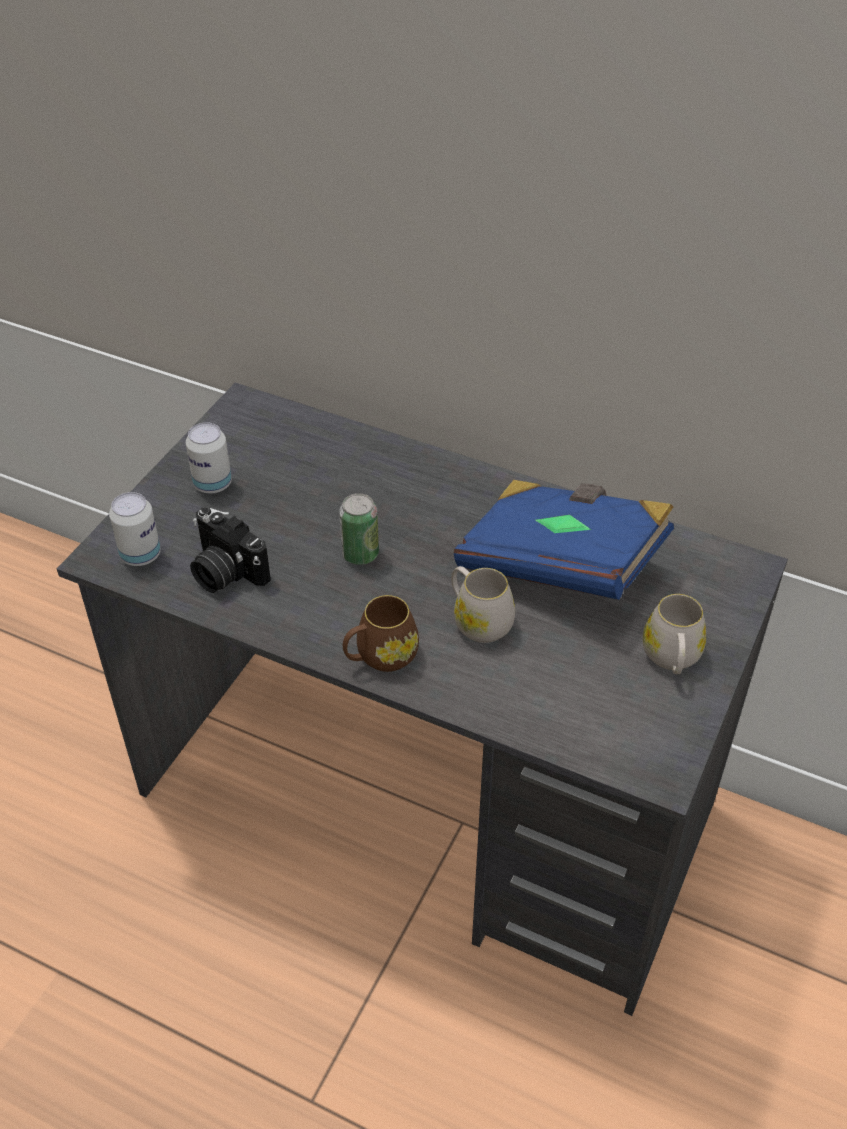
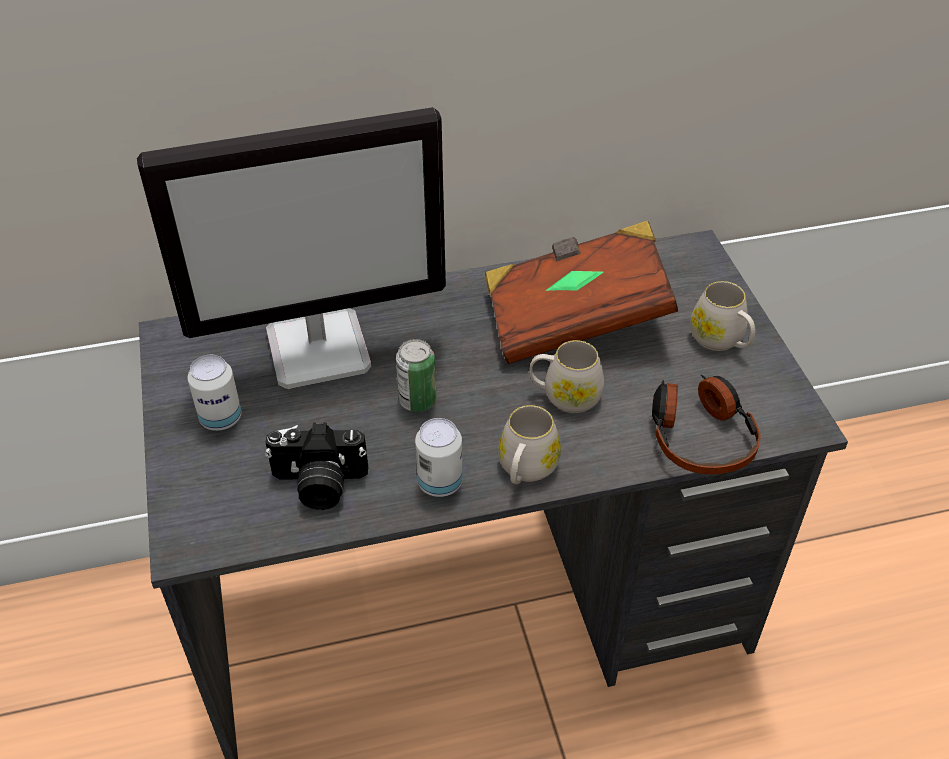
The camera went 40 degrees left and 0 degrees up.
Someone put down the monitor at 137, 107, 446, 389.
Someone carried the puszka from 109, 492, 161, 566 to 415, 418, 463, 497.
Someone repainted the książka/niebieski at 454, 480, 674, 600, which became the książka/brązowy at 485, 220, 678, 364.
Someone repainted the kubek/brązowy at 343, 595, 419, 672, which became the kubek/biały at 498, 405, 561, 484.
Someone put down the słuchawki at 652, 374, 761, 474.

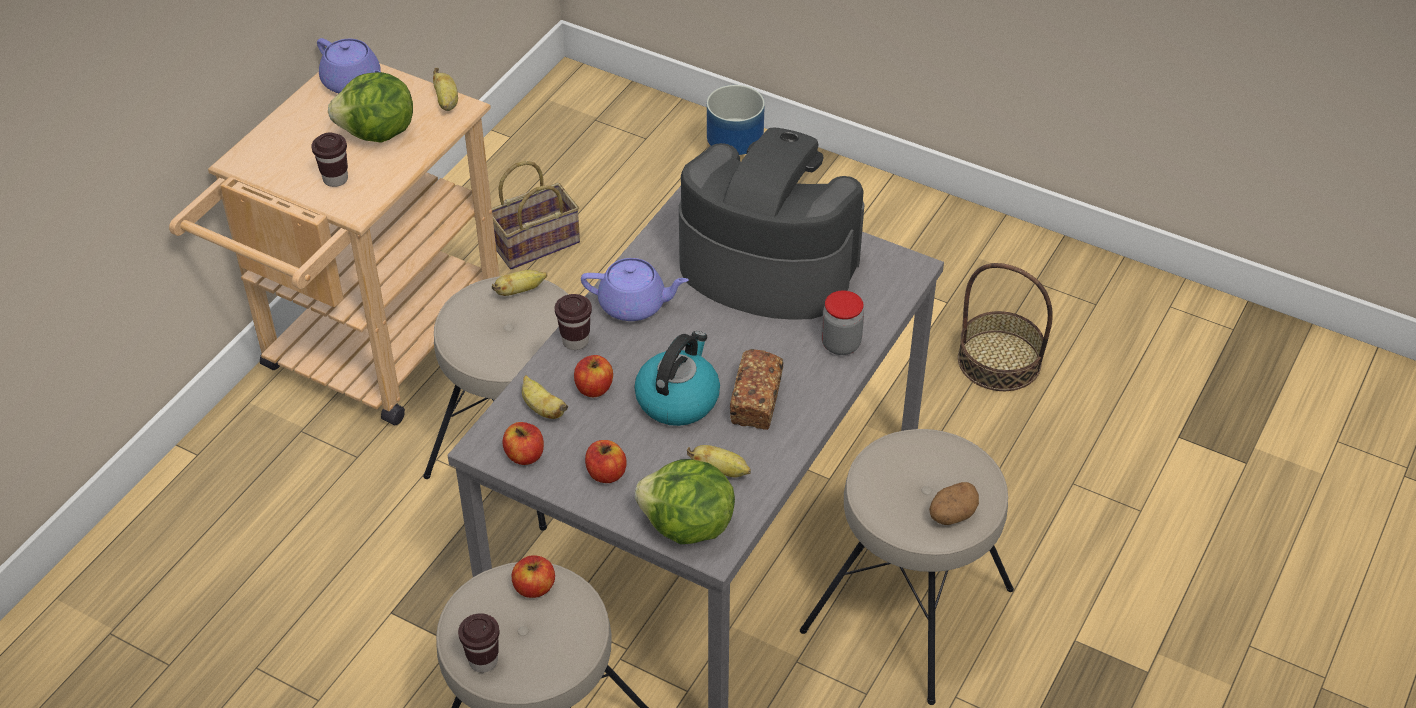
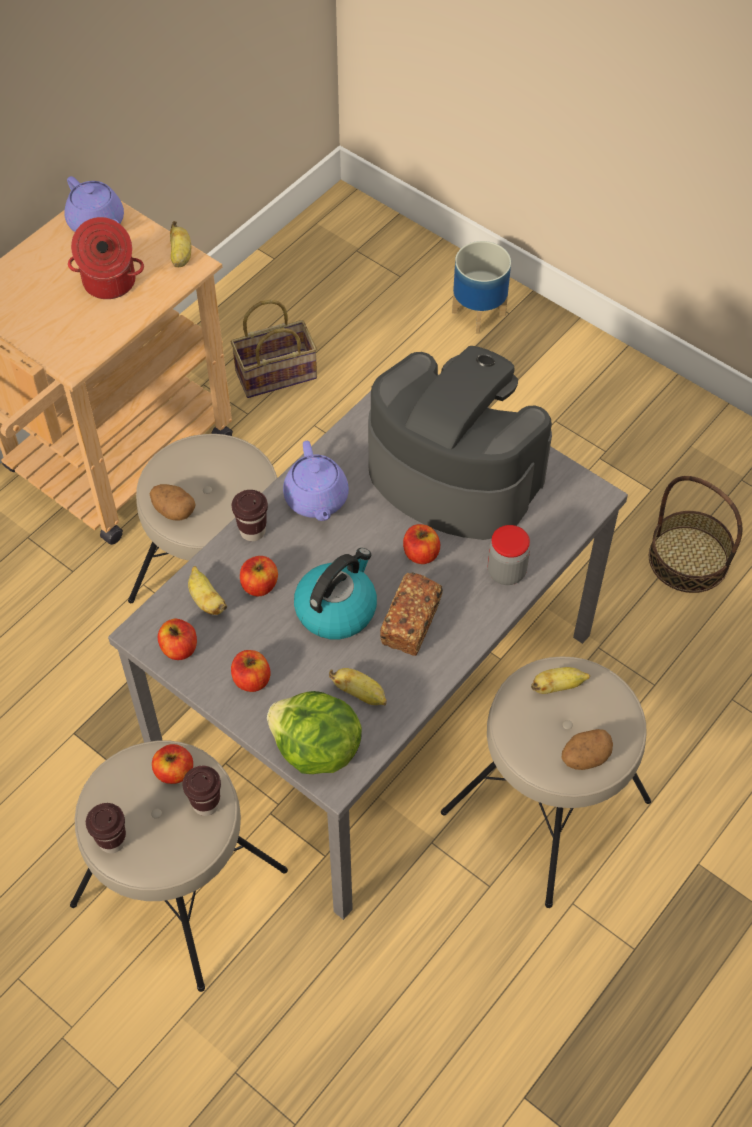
The camera went 10 degrees right and 10 degrees up.
Someone swapped the sałata at 328, 72, 413, 143 for the garnek at 68, 217, 144, 299.
Someone put down the ziemniak at 150, 484, 195, 521.
Someone carried the filiżanka/brązowy from 311, 133, 348, 187 to 182, 766, 221, 816.
Someone rotated the imbryk/fioletowy at 581, 258, 689, 321 by 60 degrees clockwise.
Someone put down the jabłko at 403, 524, 440, 564.
Someone carried the banan from 492, 270, 547, 296 to 531, 667, 590, 694.

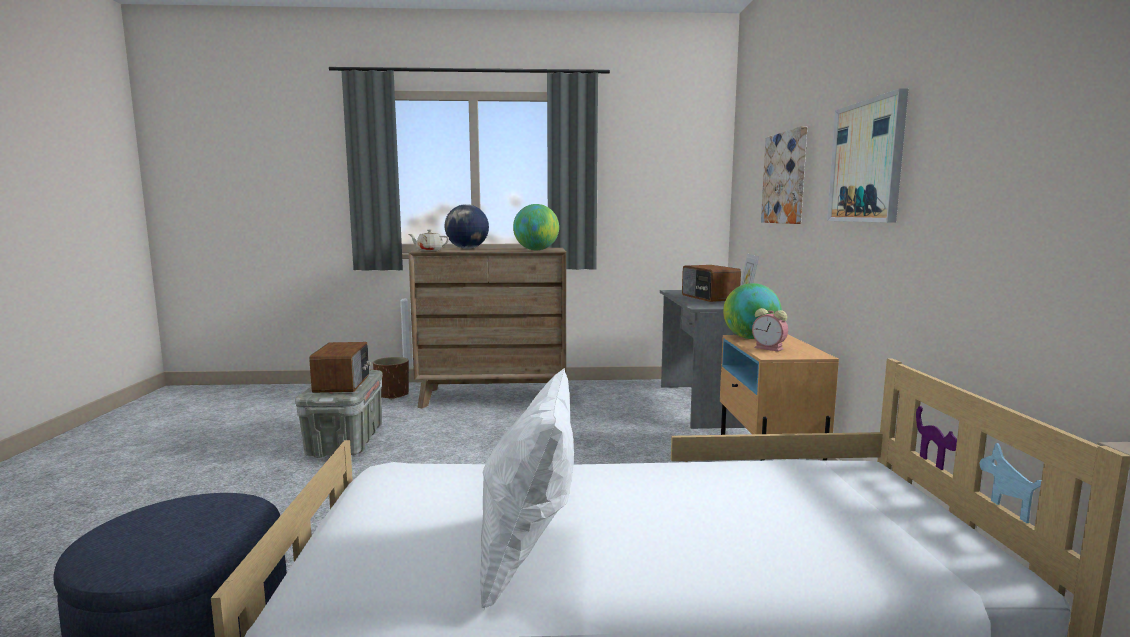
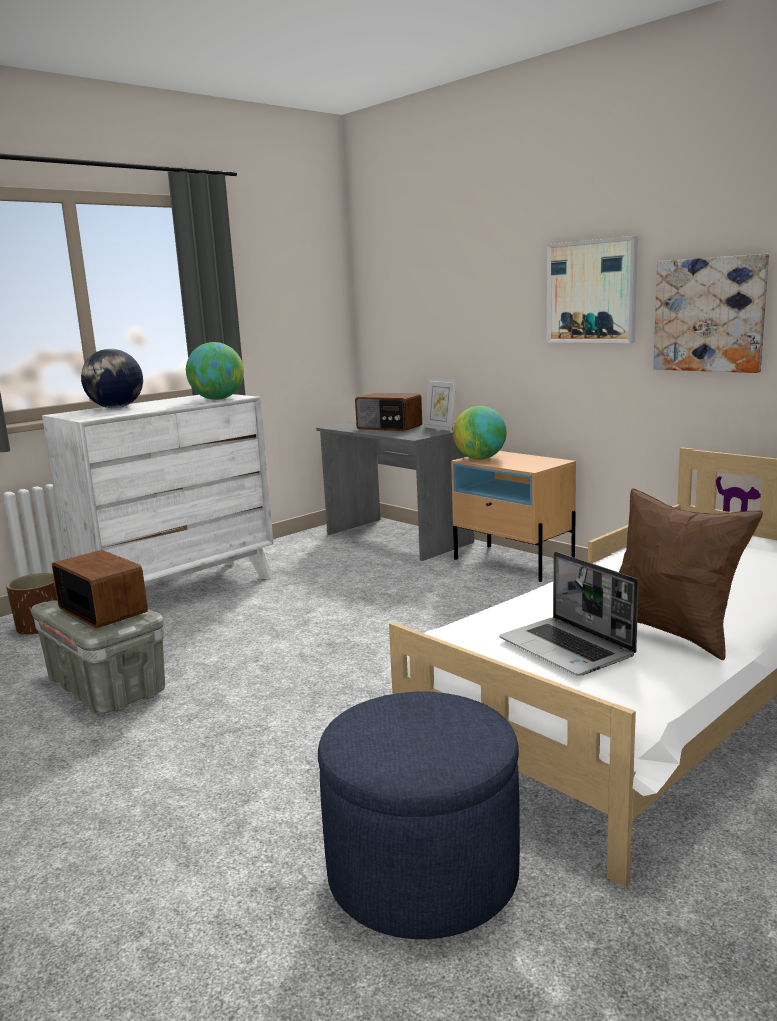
The camera went 40 degrees left and 5 degrees up.
Someone repainted the komoda/brązowy at 408, 248, 566, 409, which became the komoda/biały at 42, 394, 274, 587.
Someone put down the laptop at 499, 552, 639, 676.
Someone repainted the poduszka/biały at 480, 367, 574, 609, which became the poduszka/brązowy at 619, 489, 763, 660.
Someone carried the obraz from 761, 126, 807, 224 to 653, 254, 769, 373.
Someone took away the imbryk/beżowy at 409, 229, 449, 251.
Someone took away the budzik at 752, 308, 788, 351.

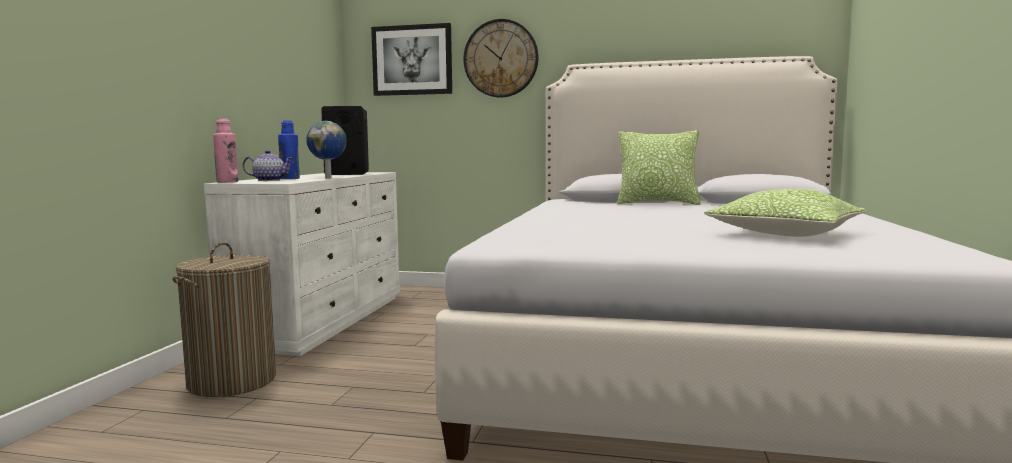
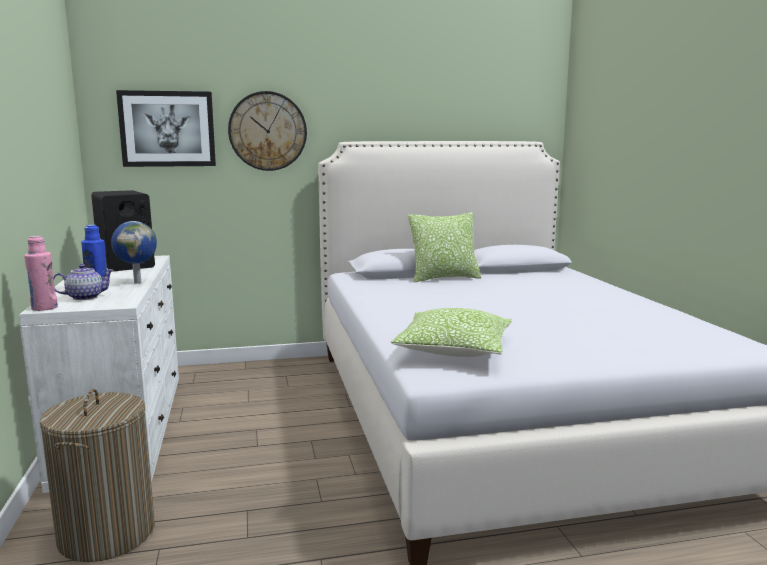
The camera went 25 degrees left and 5 degrees up.
Someone carried the poduszka from 704, 189, 866, 237 to 391, 308, 512, 357.

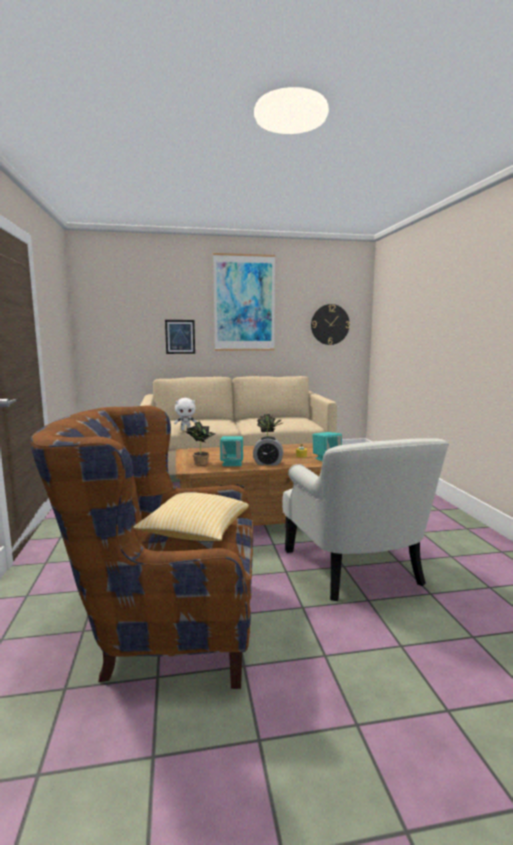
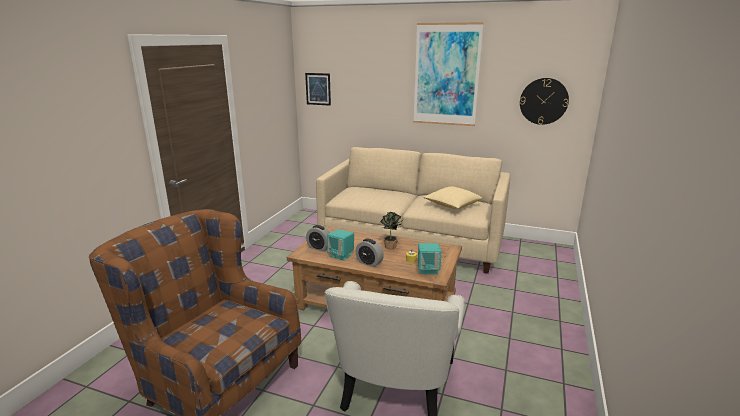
The camera went 30 degrees right and 10 degrees up.
Someone carried the obraz from 165, 320, 195, 354 to 305, 73, 331, 106.
Someone swapped the roślina doniczkowa at 185, 421, 215, 465 for the budzik at 306, 225, 330, 252.
Someone carried the poduszka from 133, 492, 249, 541 to 423, 187, 482, 209.
Someone took away the pluszak/biały at 174, 398, 197, 431.

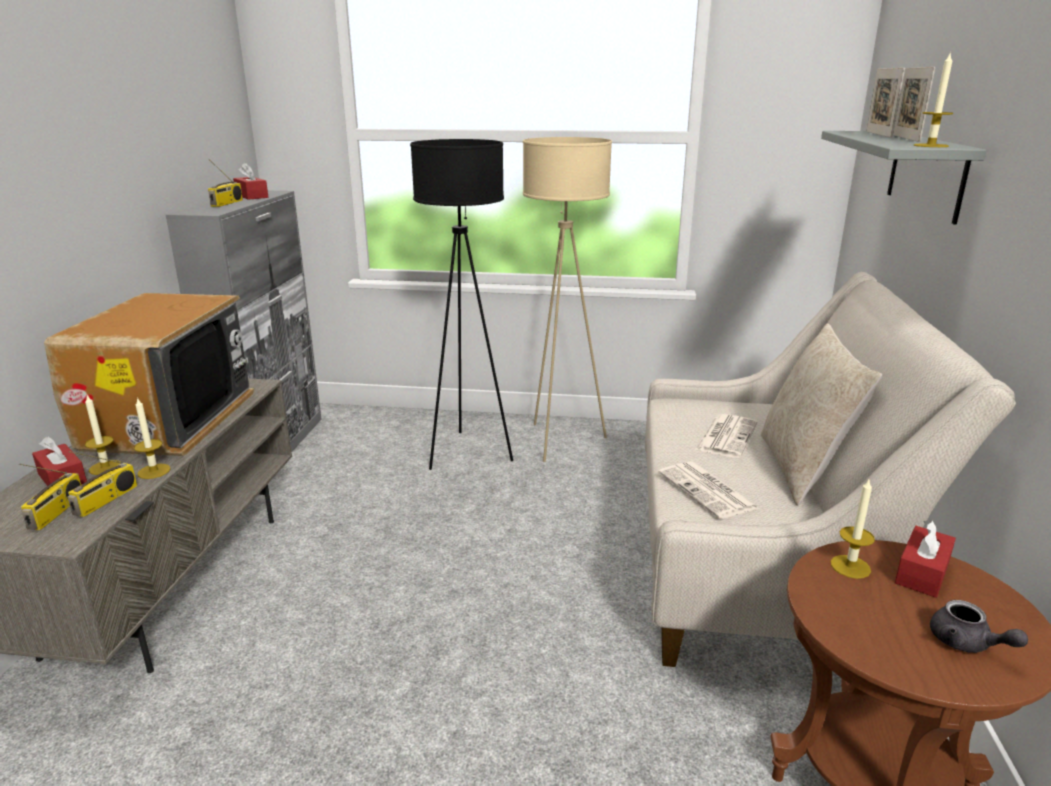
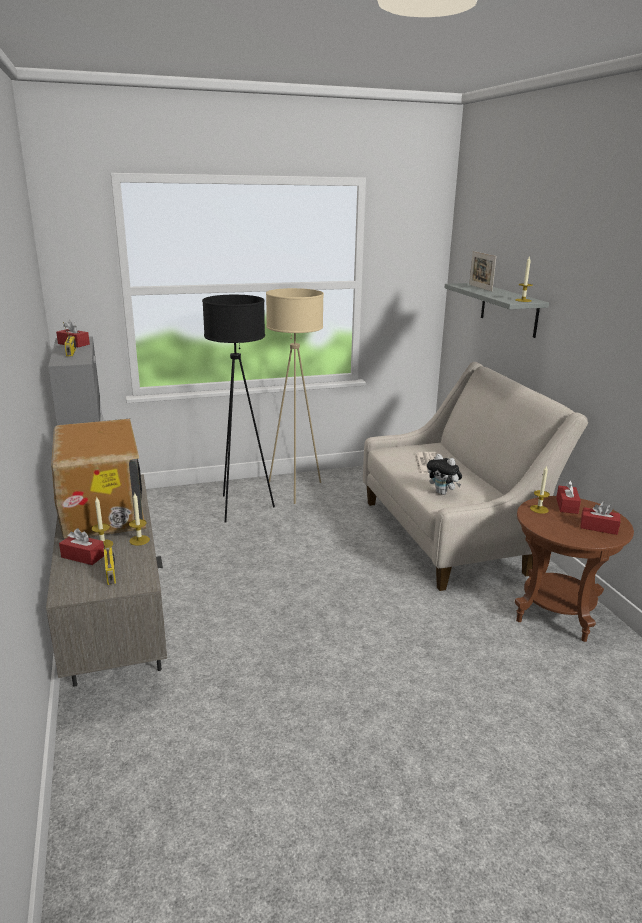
The camera went 25 degrees left and 0 degrees up.
Someone swapped the gazeta at 659, 462, 759, 519 for the pluszak at 427, 454, 462, 495.
Someone swapped the imbryk/szary at 930, 600, 1028, 653 for the pudełko chusteczek/czerwony at 580, 501, 621, 535.
Someone took away the radio at 67, 451, 137, 517.
Someone took away the poduszka/beżowy at 761, 323, 882, 506.
Someone took away the ramka na zdjęcie at 893, 67, 935, 142.

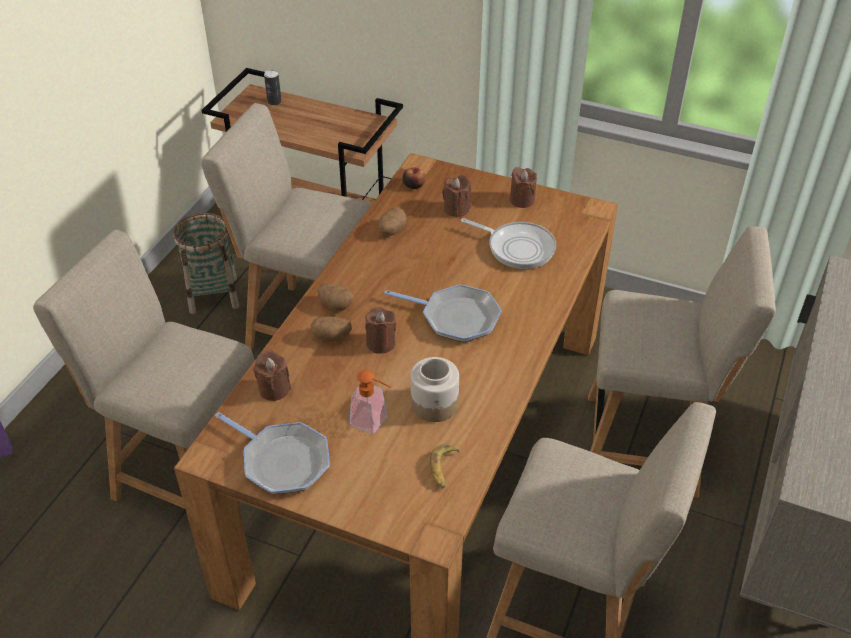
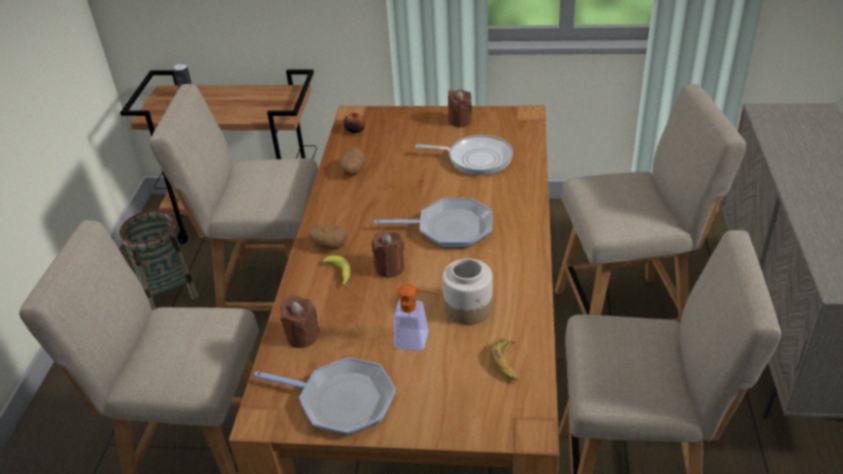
The camera went 15 degrees left and 5 degrees down.
Someone swapped the ziemniak at 311, 316, 352, 342 for the banan at 323, 256, 351, 285.
Someone took away the świeca/brązowy at 442, 175, 471, 218.

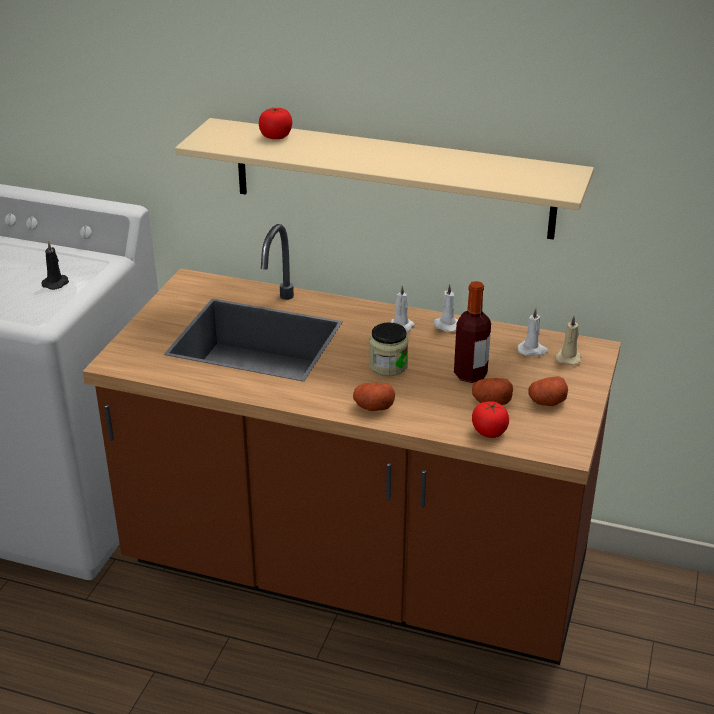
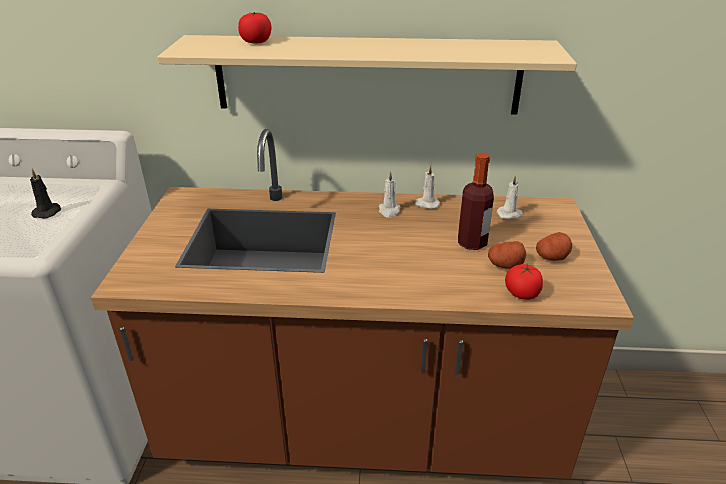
The camera went 15 degrees left and 0 degrees up.
Someone took away the ziemniak at 353, 383, 395, 411.
Someone took away the słoik at 369, 322, 408, 376.
Someone took away the świeca/beżowy at 555, 316, 582, 365.

